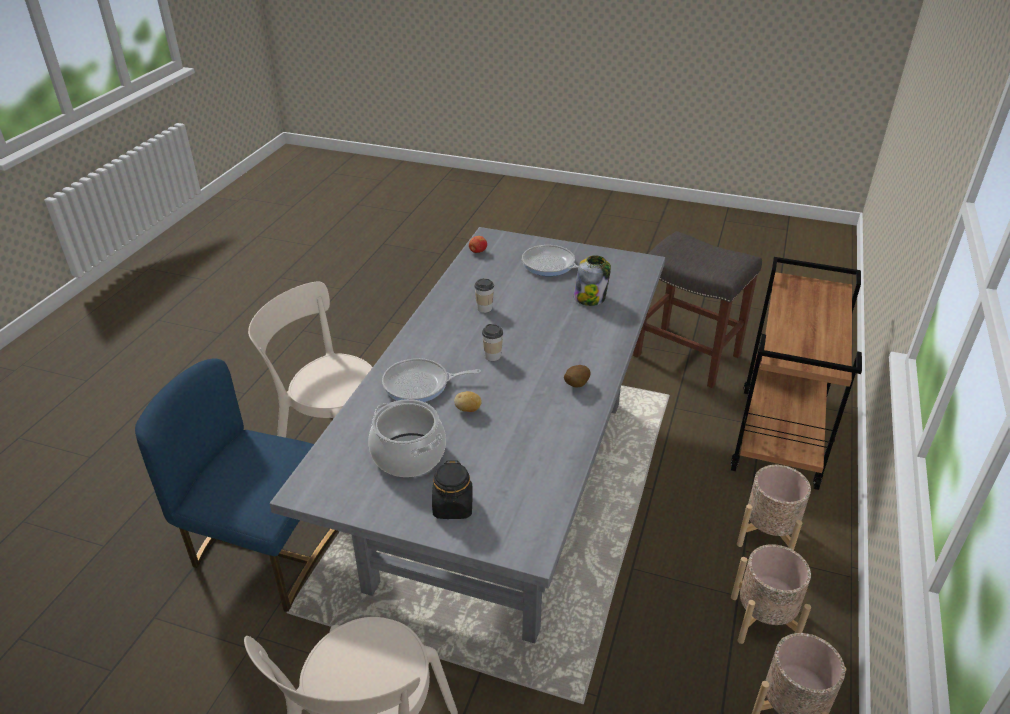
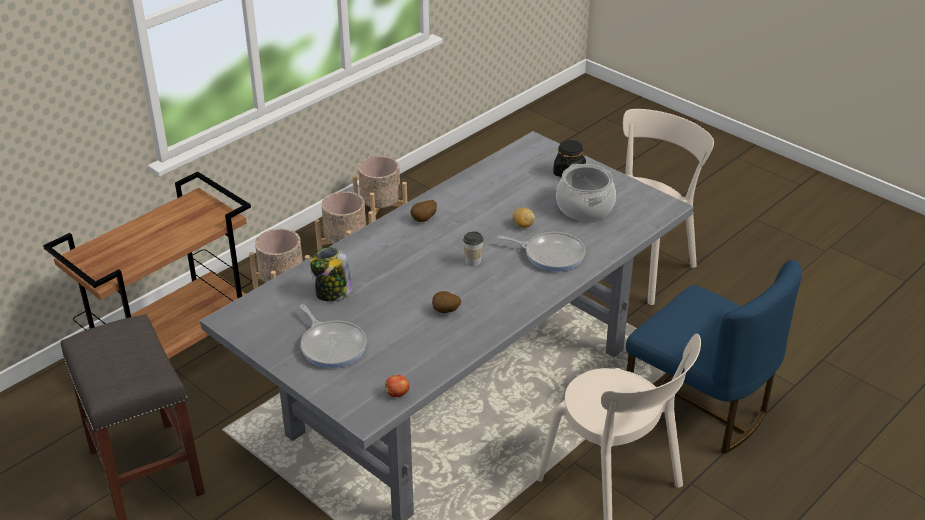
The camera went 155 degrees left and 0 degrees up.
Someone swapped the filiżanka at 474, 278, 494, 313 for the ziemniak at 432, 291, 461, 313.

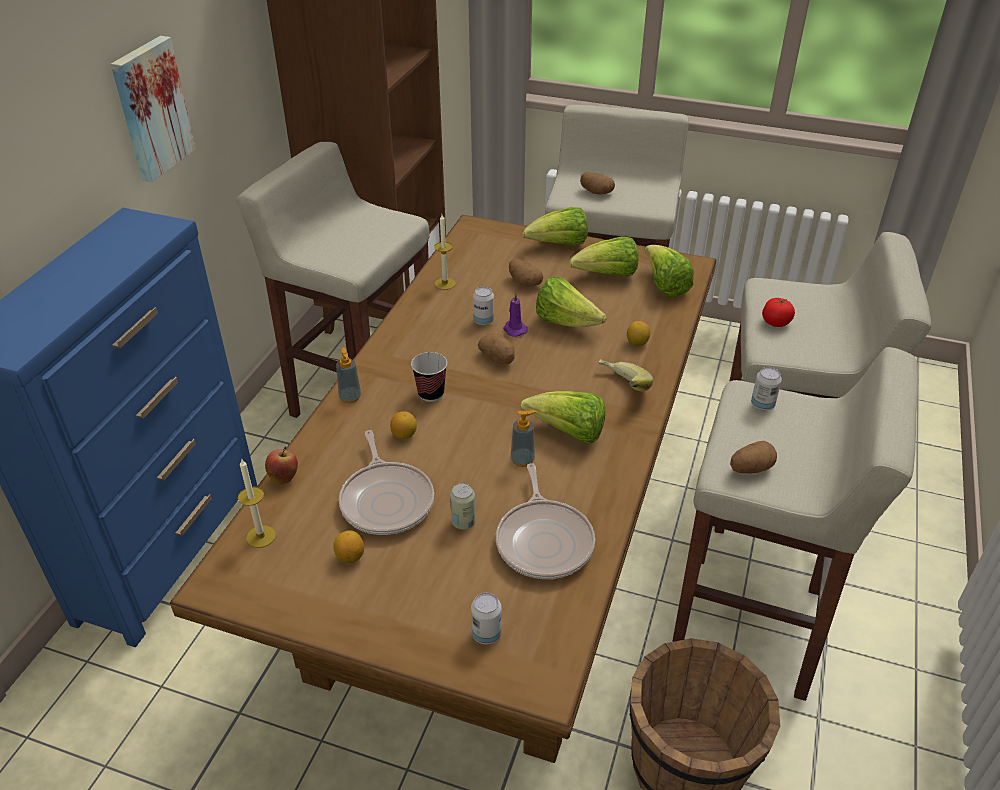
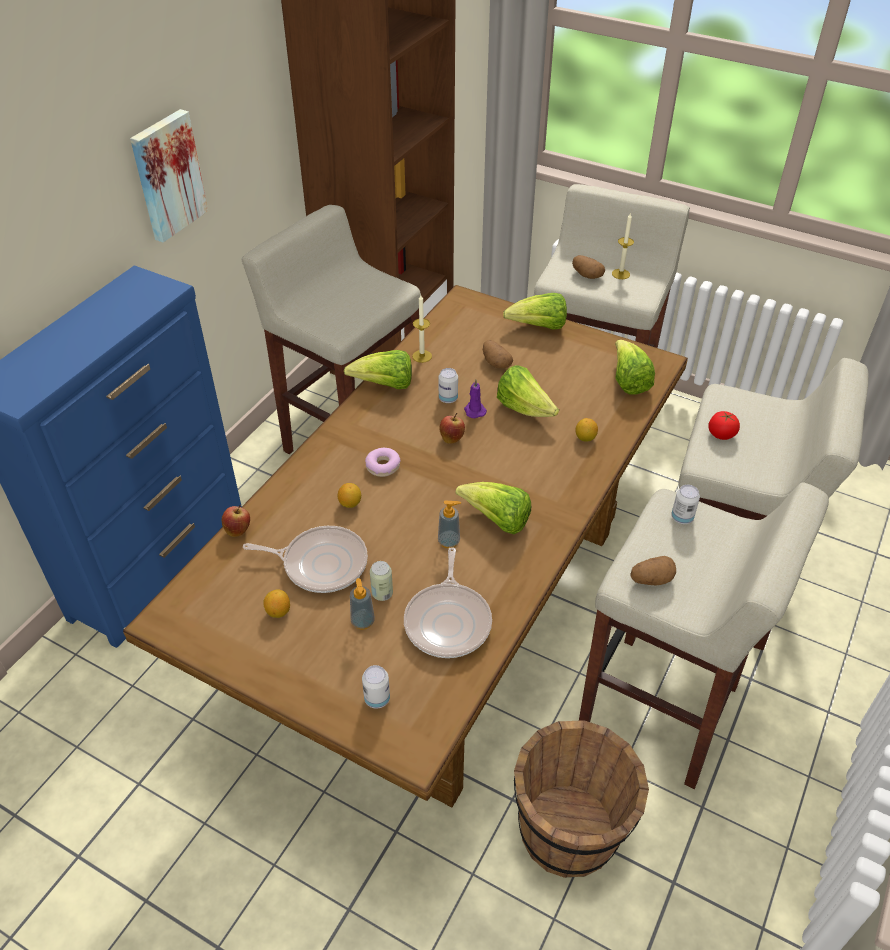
The camera went 10 degrees right and 5 degrees up.
Someone rotated the patelnia at 339, 430, 434, 535 by 75 degrees counterclockwise.
Someone carried the sałata from 569, 237, 638, 277 to 344, 350, 412, 389.
Someone carried the dozownik mydła from 336, 347, 361, 403 to 350, 578, 375, 630.
Someone swapped the filiżanka at 411, 352, 447, 402 for the donut at 365, 448, 400, 477.
Someone swapped the ziemniak at 478, 333, 515, 364 for the jabłko at 440, 413, 465, 444.
Someone carried the świeca from 238, 458, 276, 548 to 612, 212, 634, 279.
Someone took away the banan at 599, 359, 653, 391.

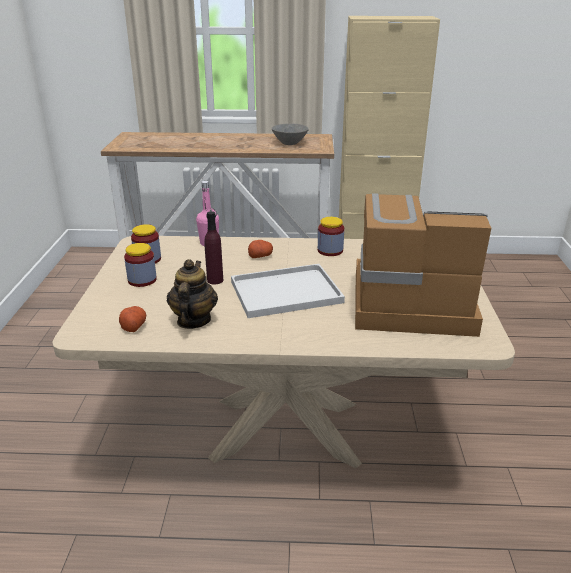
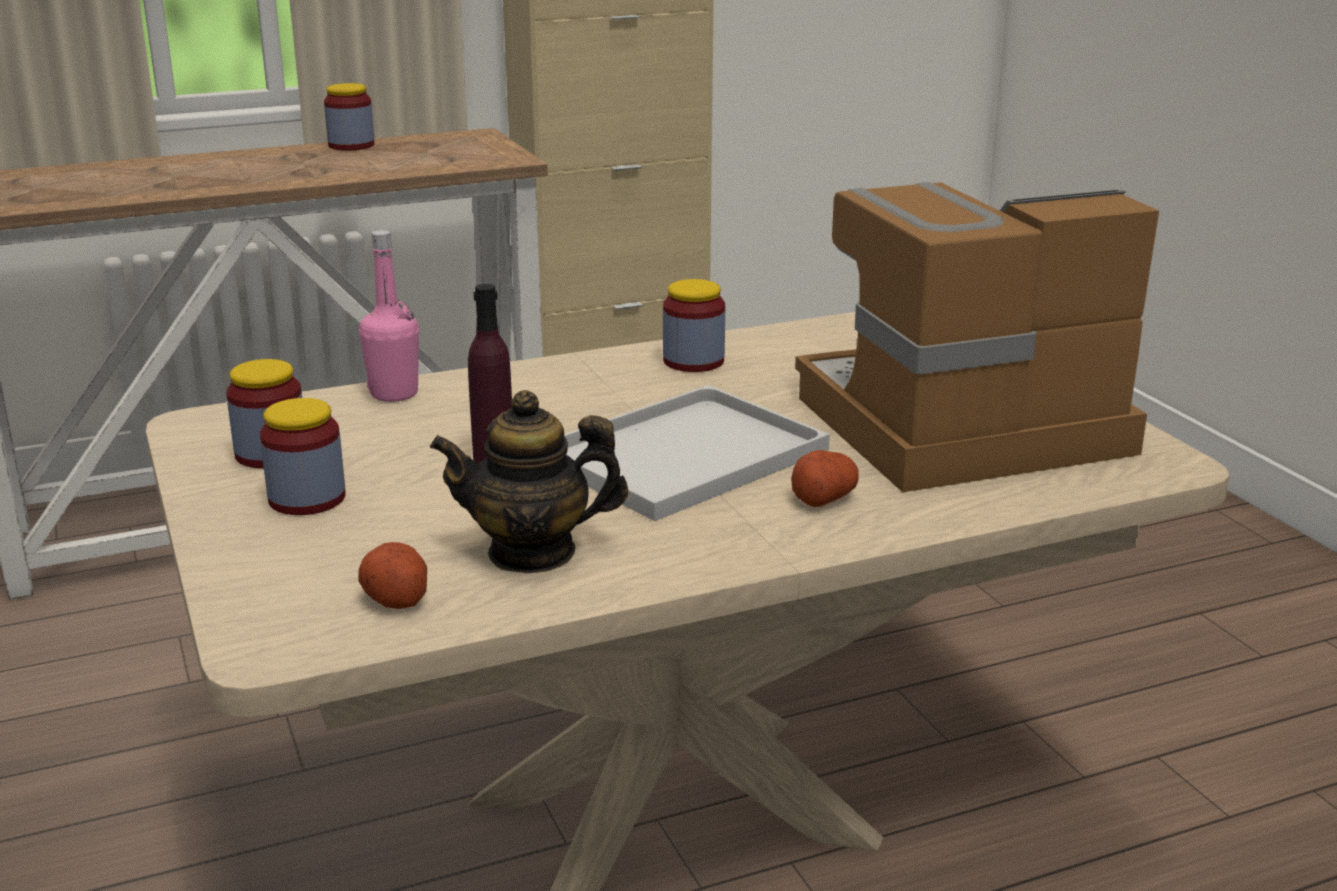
The camera went 25 degrees left and 5 degrees down.
Someone put down the słoik at 324, 83, 375, 151.
Someone rotated the imbryk at 167, 259, 218, 329 by 75 degrees counterclockwise.
Someone carried the ziemniak from 248, 240, 273, 258 to 791, 450, 859, 507.
Someone took away the miska/szary at 271, 123, 309, 145.

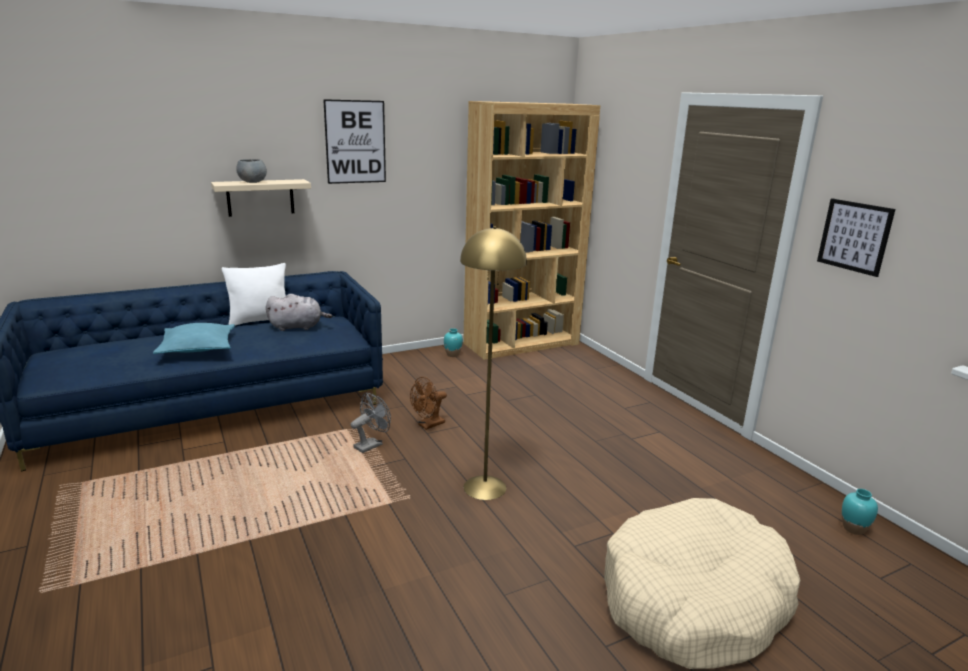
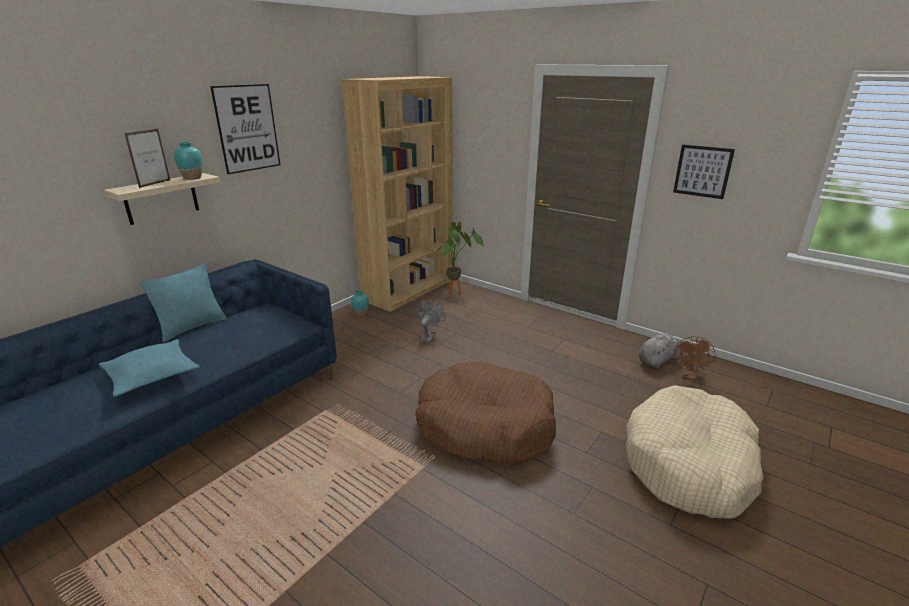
The camera went 25 degrees left and 5 degrees up.
Someone swapped the miska/szary at 236, 159, 267, 183 for the ramka na zdjęcie at 124, 129, 170, 188.
Someone repainted the poduszka/biały at 222, 263, 286, 326, which became the poduszka/turkusowy at 140, 263, 227, 342.
Someone carried the wazon/turkusowy from 842, 489, 878, 535 to 174, 142, 202, 180.
Someone carried the wentylator/szary from 351, 393, 391, 453 to 415, 300, 445, 343.
Someone swapped the lampa stojąca/żółty at 460, 227, 527, 500 for the legowisko/brązowy at 415, 362, 556, 464.
Someone put down the roślina doniczkowa at 437, 221, 484, 297.
Someone carried the pluszak/szary from 266, 294, 332, 331 to 639, 333, 681, 368.
Someone carried the wentylator/brązowy from 410, 377, 447, 430 to 674, 336, 716, 381.

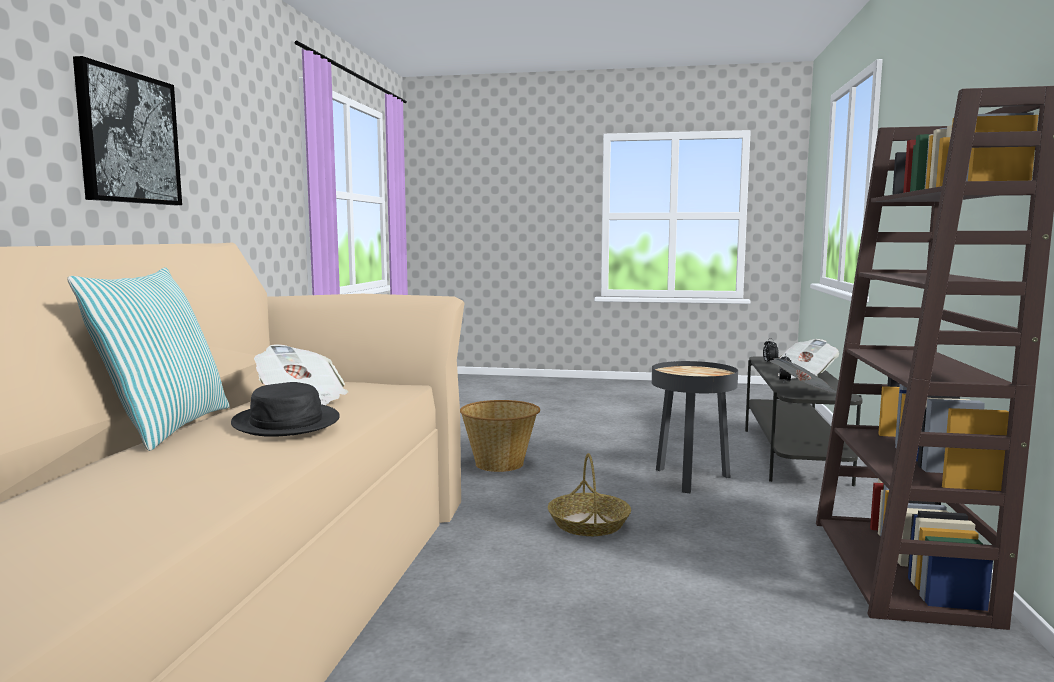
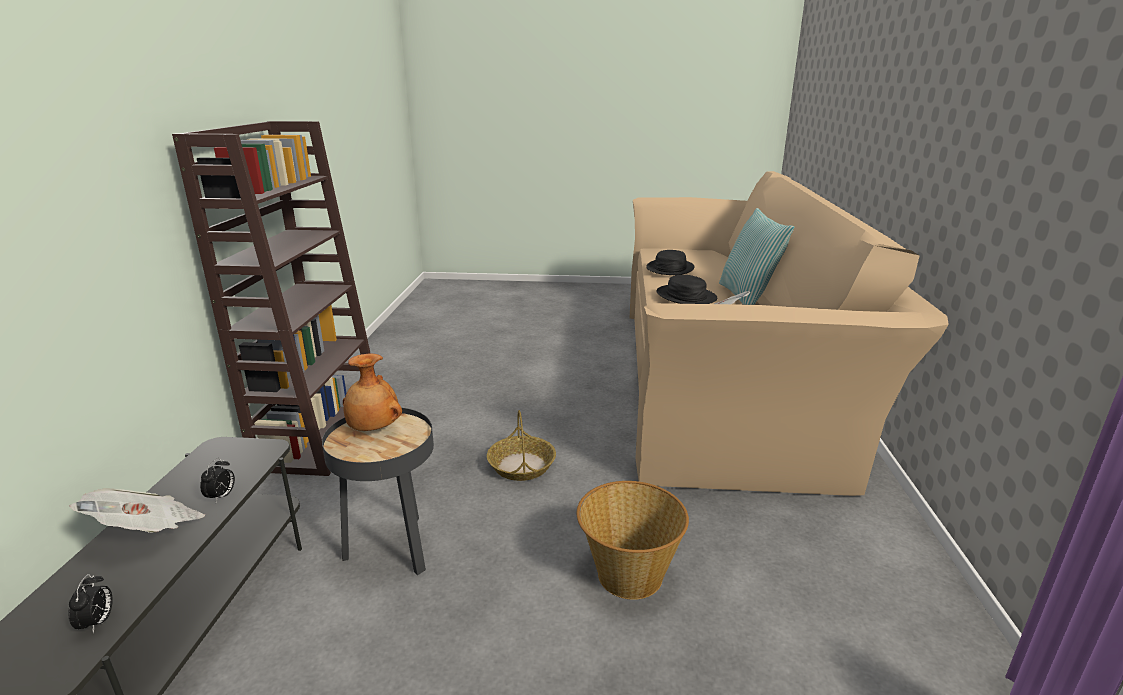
The camera went 175 degrees right and 15 degrees up.
Someone put down the wazon/brązowy at 343, 354, 402, 431.
Someone put down the kapelusz/czarny at 646, 250, 694, 275.
Someone took away the obraz at 73, 56, 182, 205.
Someone took away the gazeta at 770, 358, 837, 393.

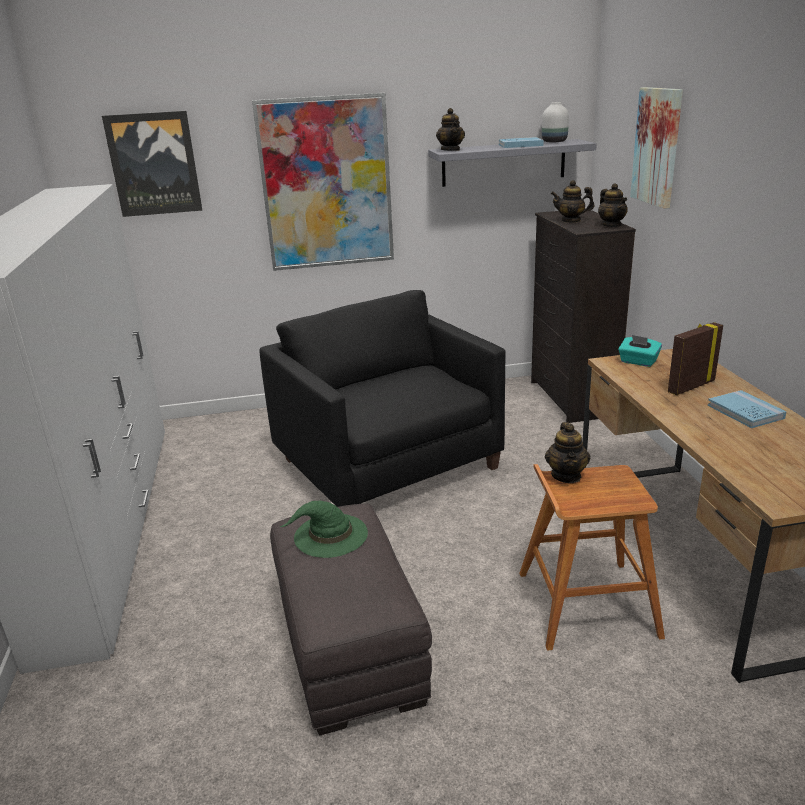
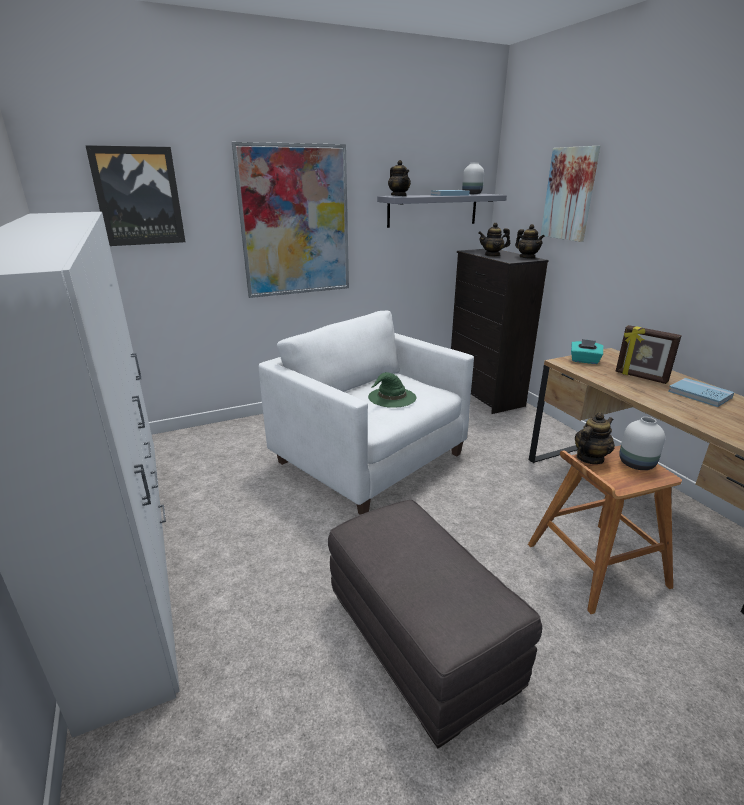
The camera went 15 degrees left and 0 degrees up.
Someone repainted the fotel/czarny at 260, 290, 506, 507, which became the fotel/biały at 259, 311, 474, 515.
Someone carried the kapelusz/zielony from 280, 501, 368, 558 to 368, 372, 416, 408.
Someone rotated the imbryk at 545, 422, 590, 483 by 120 degrees counterclockwise.
Someone rotated the ramka na zdjęcie at 668, 322, 723, 395 by 90 degrees counterclockwise.
Someone put down the wazon/biały at 619, 417, 665, 470.

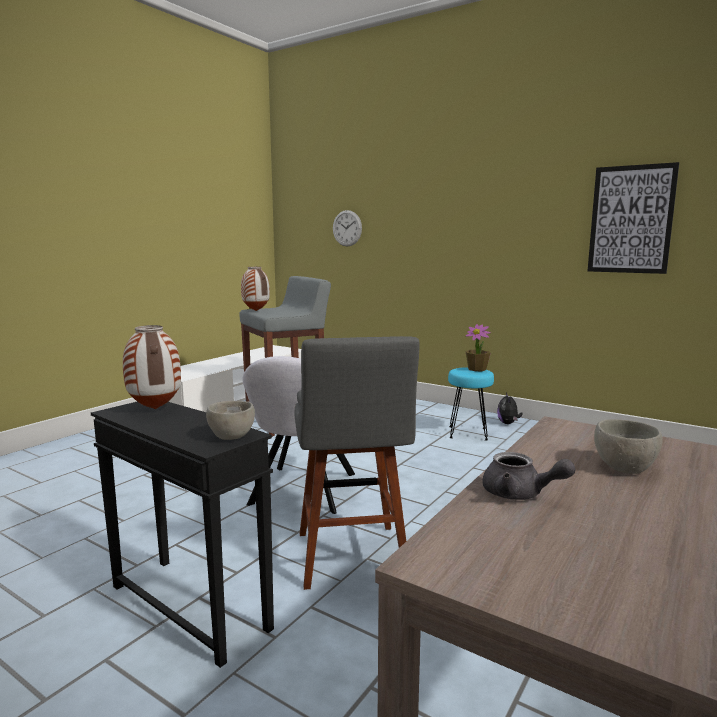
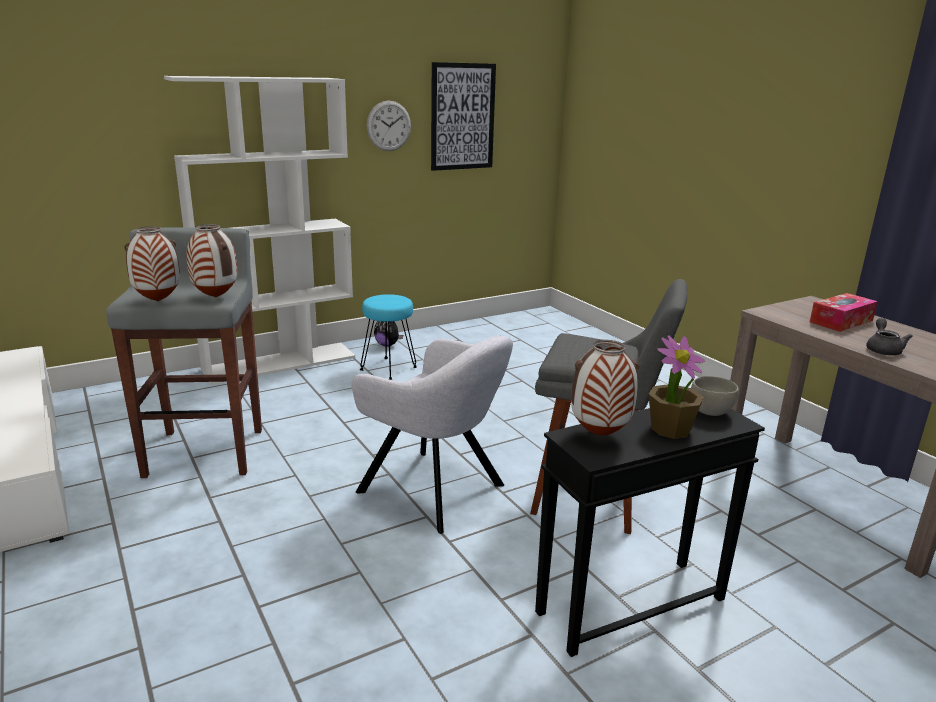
The camera went 65 degrees left and 10 degrees up.
Someone put down the regał/biały at 164, 76, 355, 385.
Someone put down the wazon at 186, 224, 237, 297.
Someone carried the zegar ścienny from 333, 210, 362, 246 to 367, 101, 411, 151.
Someone carried the roślina doniczkowa from 466, 324, 491, 371 to 649, 335, 705, 439.
Someone swapped the miska/szary at 594, 419, 662, 474 for the pudełko chusteczek at 810, 293, 878, 332.
Someone rotated the imbryk/szary at 482, 452, 575, 500 by 45 degrees counterclockwise.

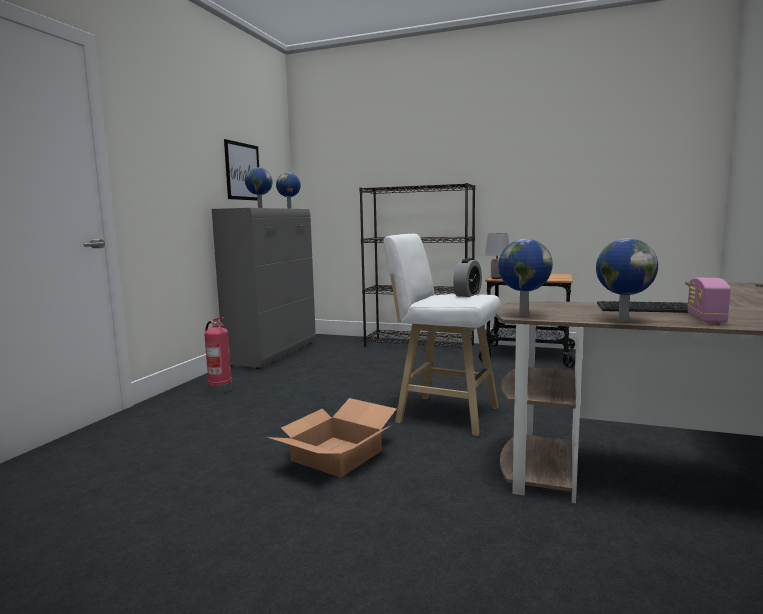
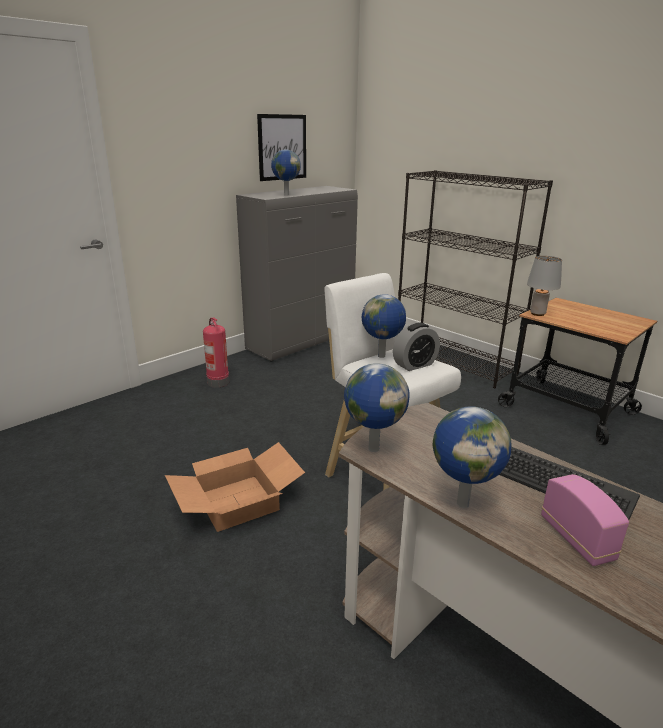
The camera went 25 degrees right and 15 degrees up.
Someone carried the globus from 276, 172, 301, 209 to 362, 294, 406, 358.
Someone rotated the radio at 687, 278, 731, 324 by 120 degrees clockwise.

